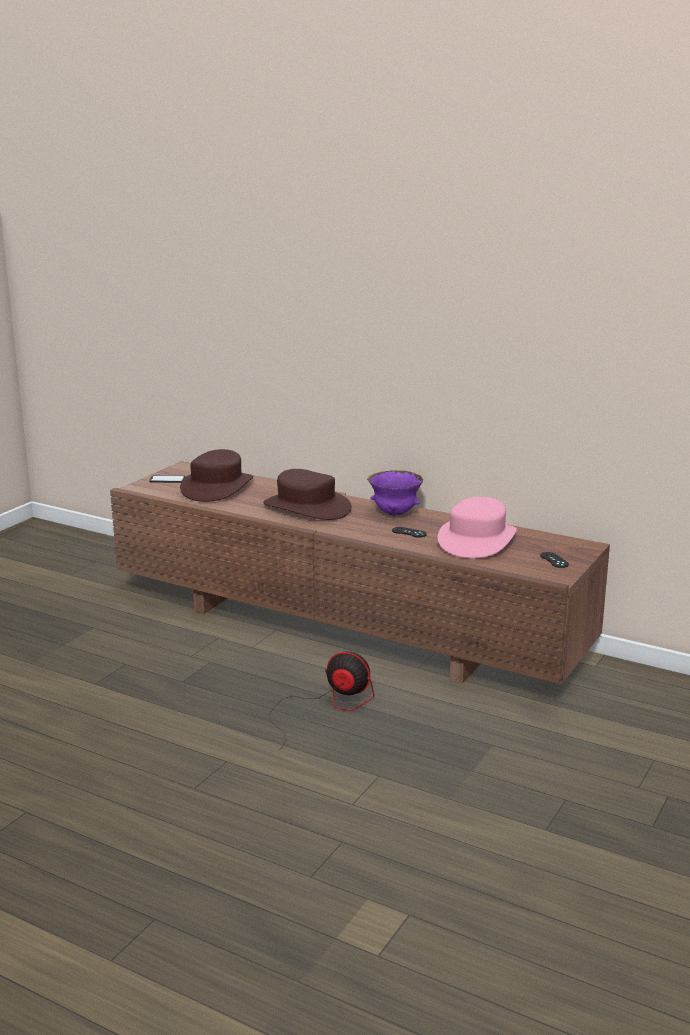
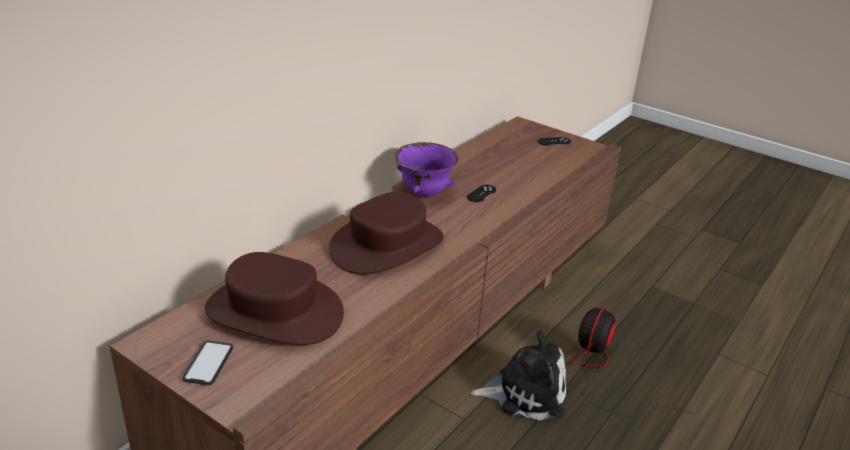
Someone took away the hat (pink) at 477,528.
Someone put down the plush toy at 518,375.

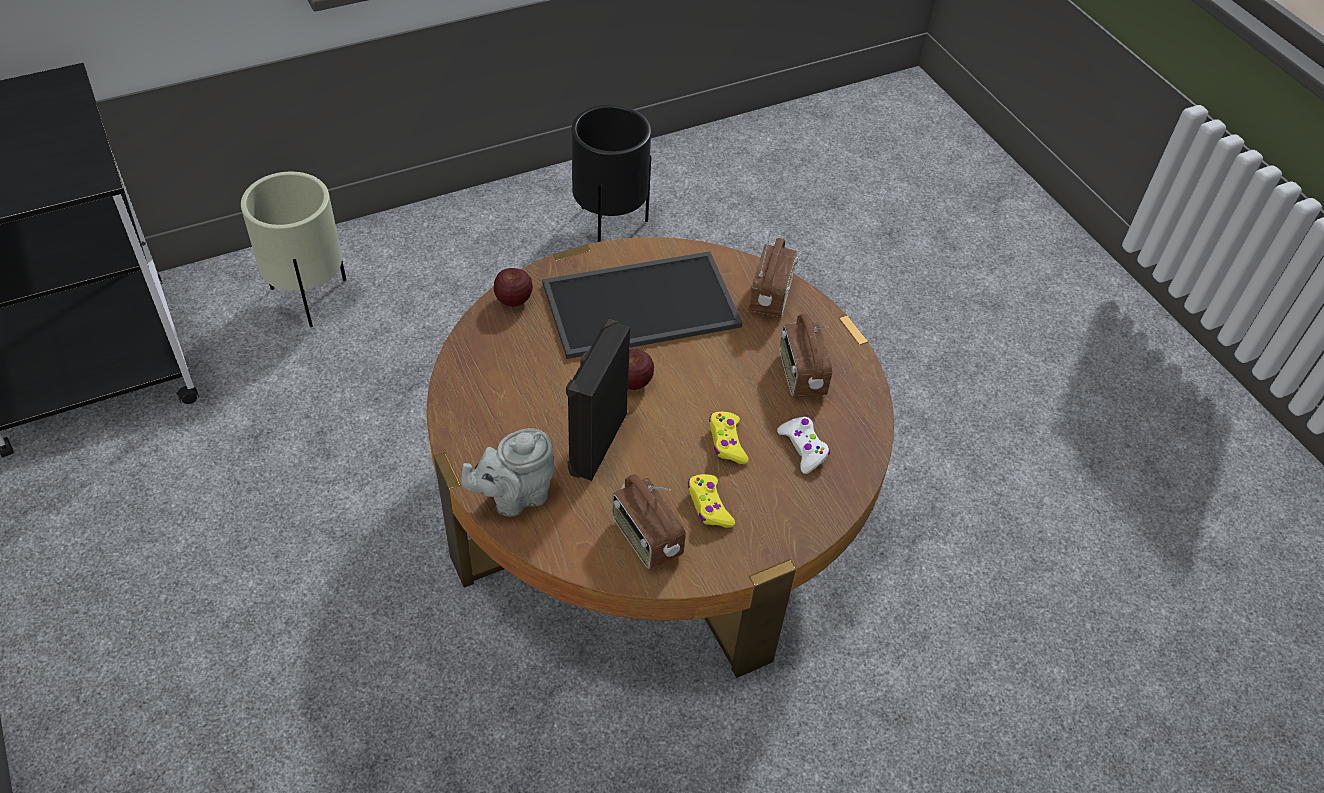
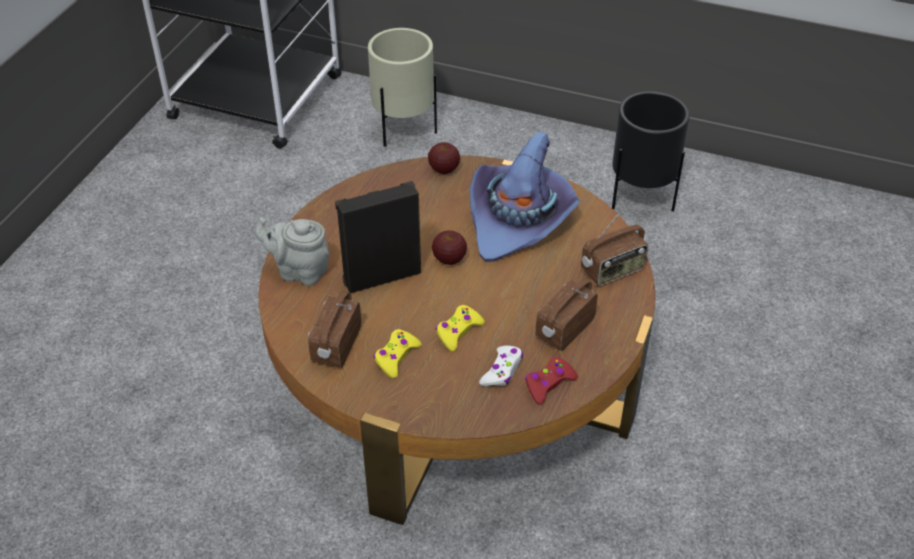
Someone put down the game controller (red) at 551,381.
Someone swapped the tray at 642,305 for the hat (purple) at 525,196.

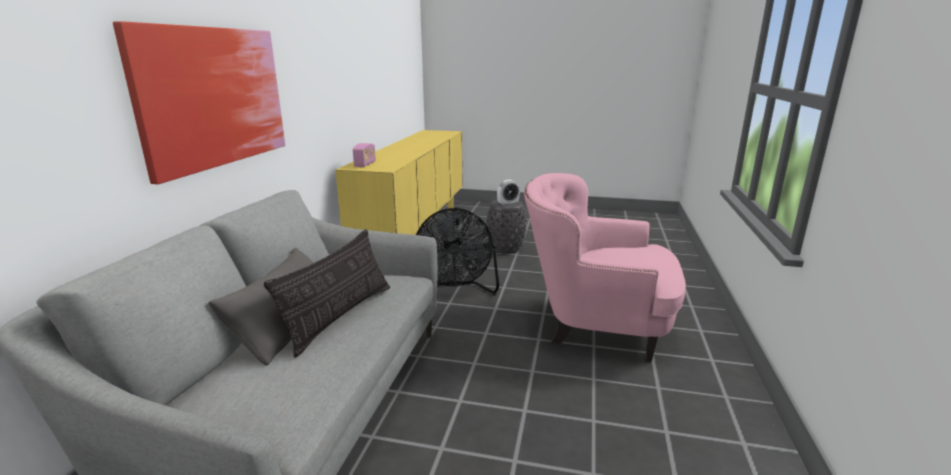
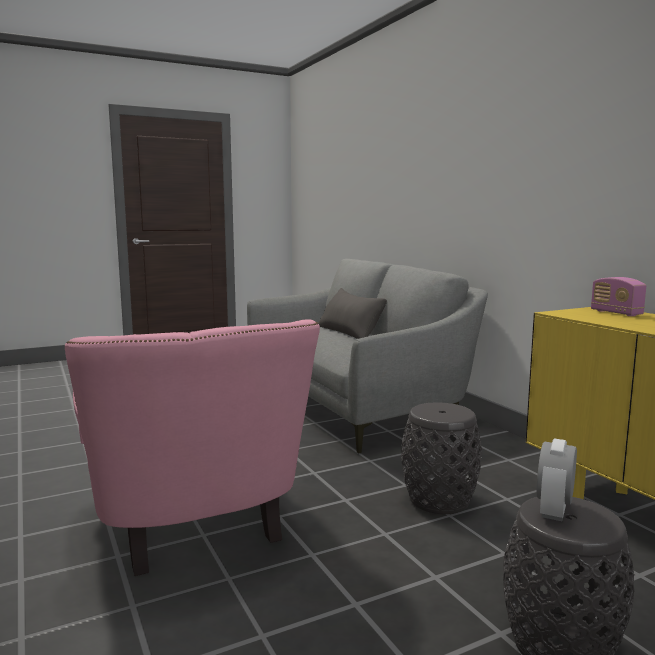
Someone took away the picture at 199,102.
Someone took away the pillow at 327,293.
Someone swapped the fan (black) at 457,252 for the stool (grey) at 441,458.
Someone rotated the armchair (pink) at 605,267 by 90 degrees clockwise.

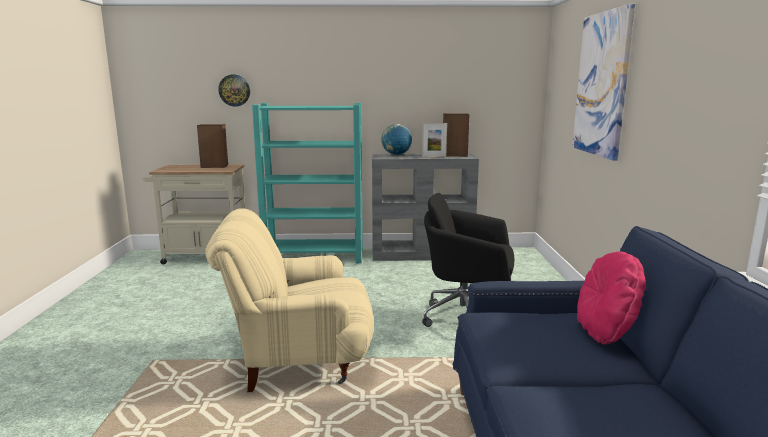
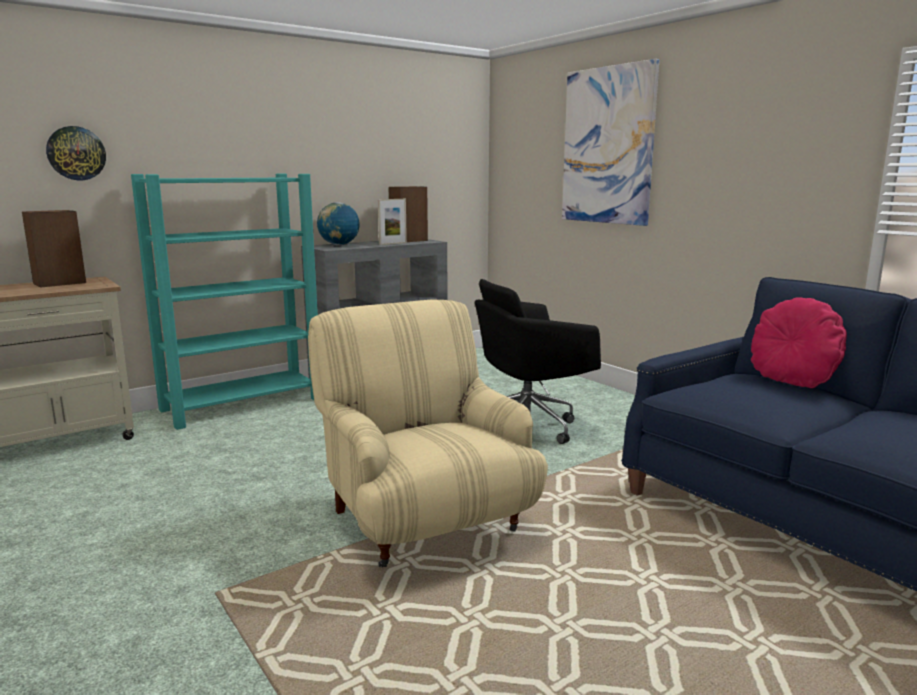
Someone rotated the armchair (beige) at 289,300 by 105 degrees clockwise.

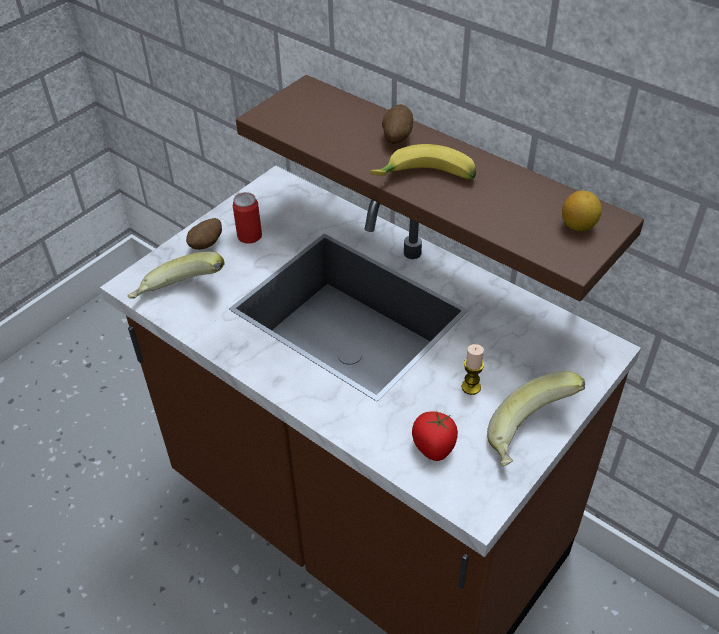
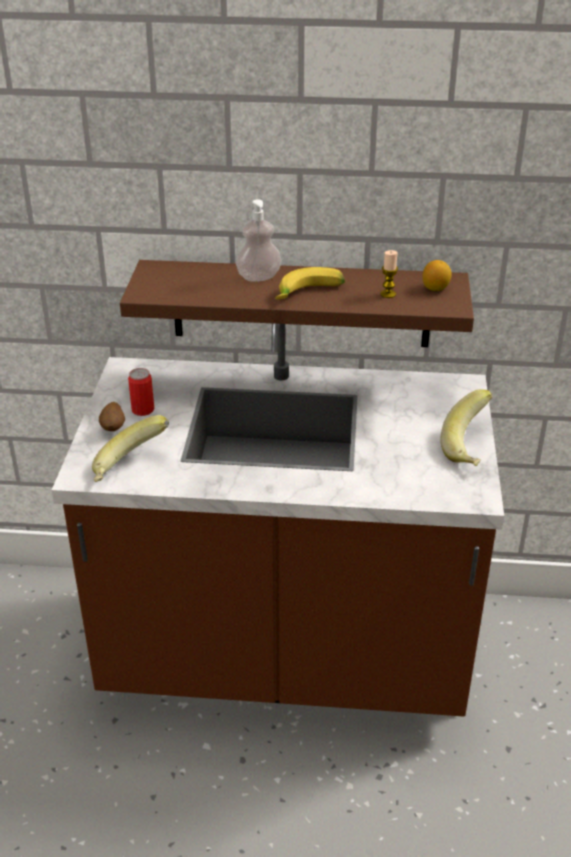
Someone took away the tomato at 435,436.
Someone carried the candle from 473,369 to 389,274.
Someone swapped the potato at 397,124 for the soap dispenser at 259,240.

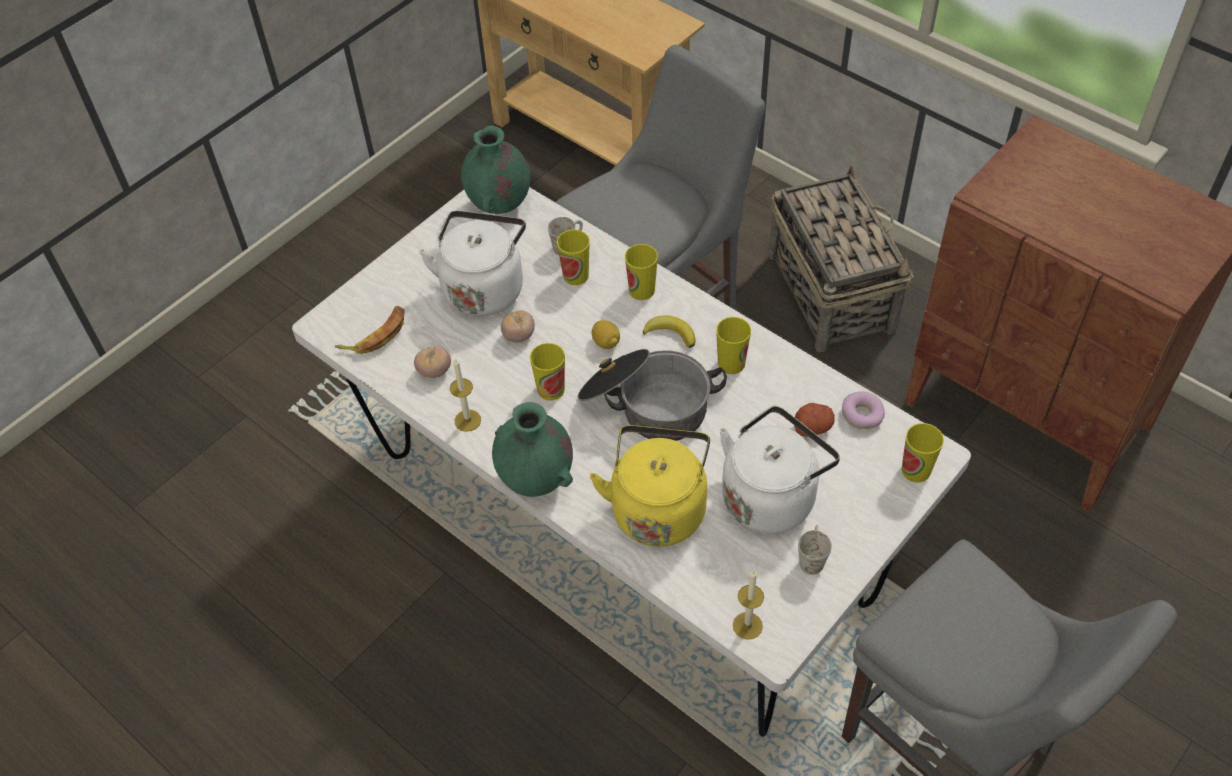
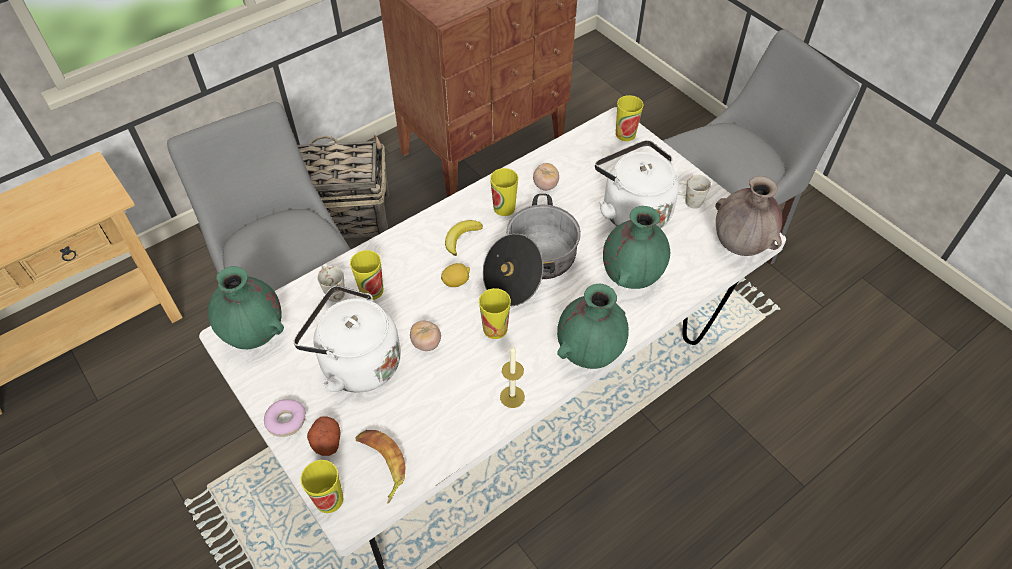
Someone carried the tomato from 432,362 to 546,177.
Someone carried the cup from 641,272 to 322,486.
Someone carried the potato from 814,420 to 323,436.
Someone carried the donut from 863,410 to 285,418.
Someone swapped the kettle (yellow) at 650,486 for the vase (green) at 636,247.
Someone swapped the candle at 748,605 for the vase (brown) at 748,216.

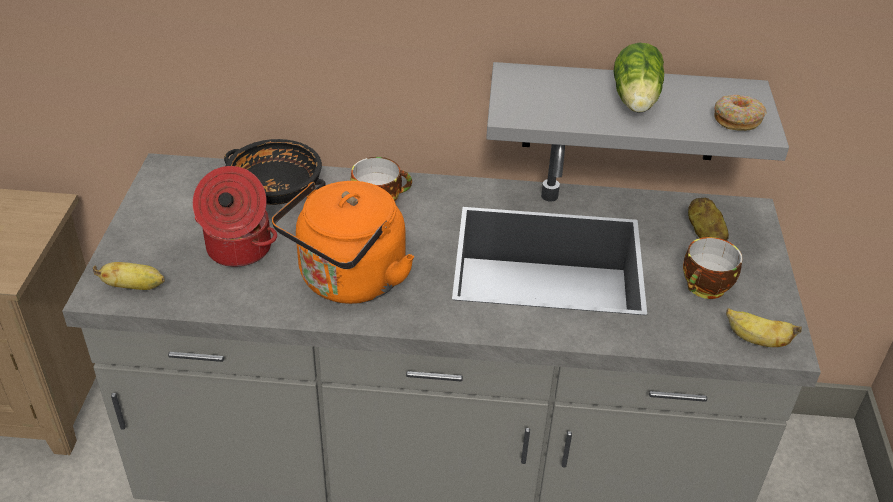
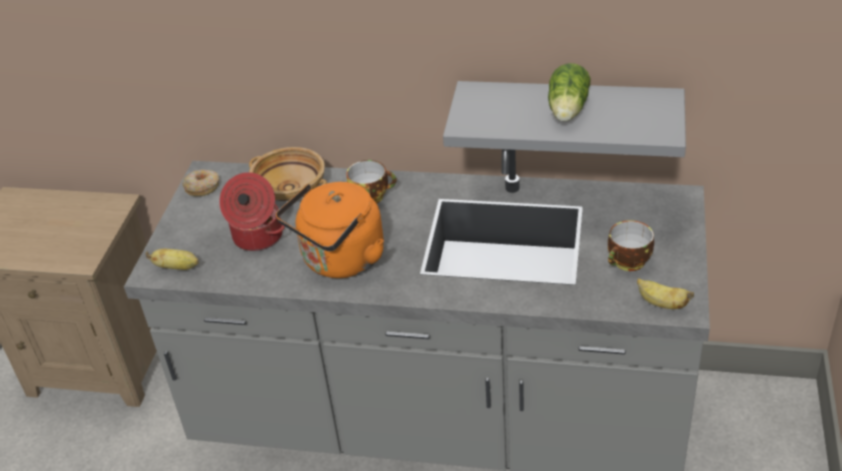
Someone took away the potato at 708,219.
Someone carried the donut from 741,113 to 201,183.
Someone repainted the bowl (black) at 275,172, which became the bowl (beige) at 288,174.

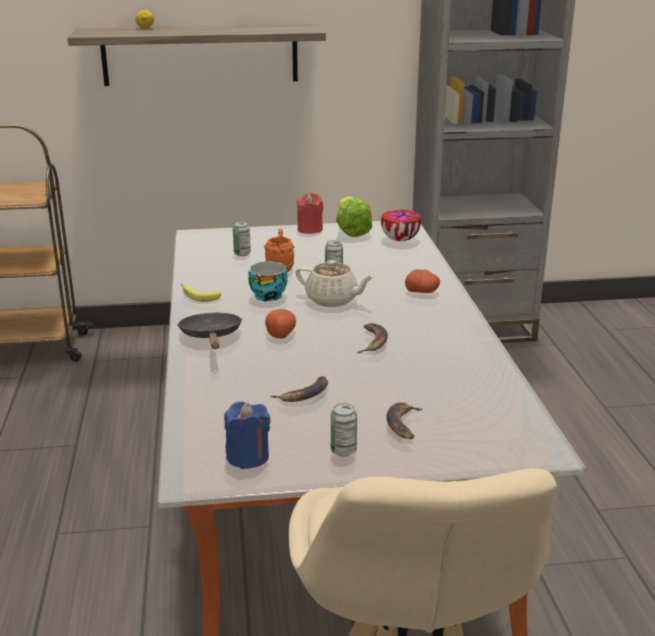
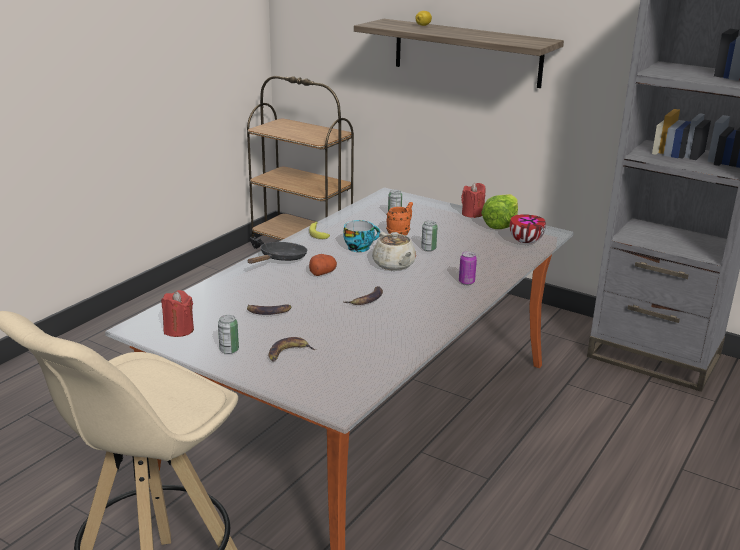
Someone swapped the potato at 422,281 for the can at 468,268.
Someone repainted the candle (blue) at 247,435, which became the candle (red) at 177,313.

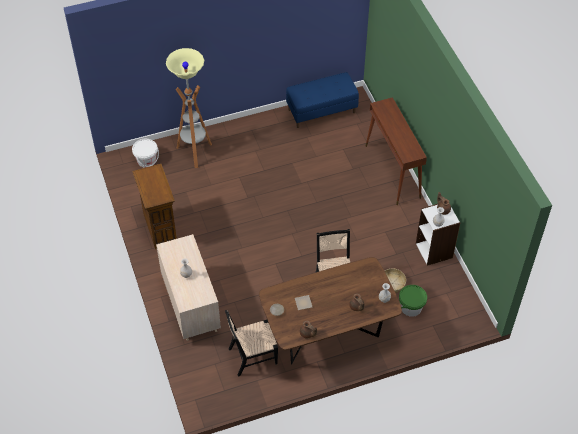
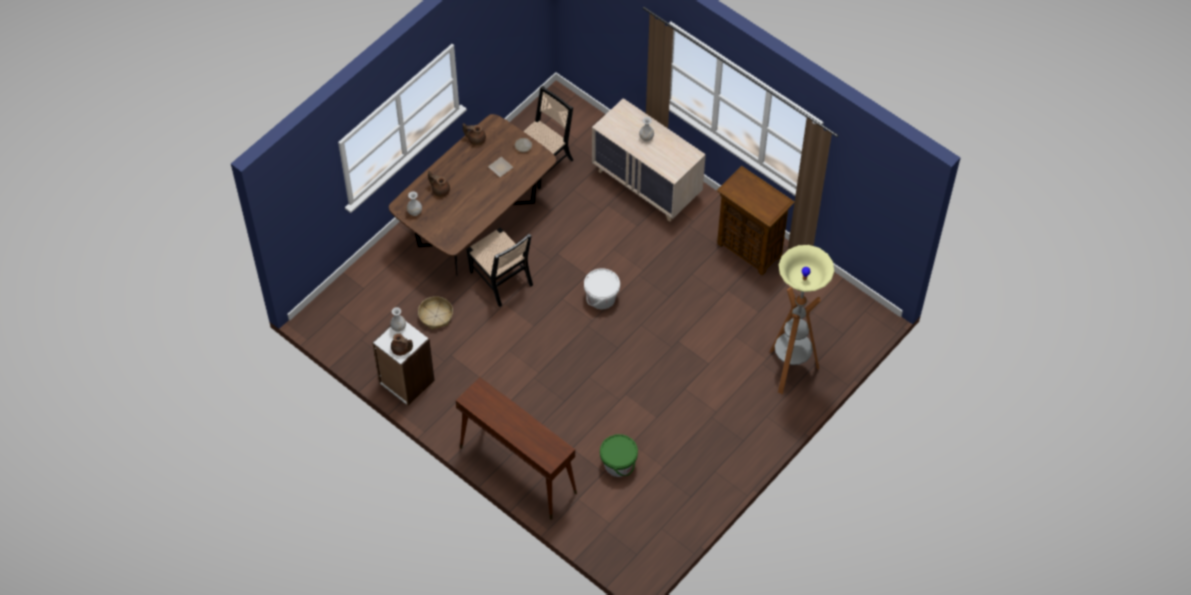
Someone took away the bench (blue) at 322,100.
Someone carried the bucket (white) from 145,153 to 602,288.
Someone carried the bucket (green) from 413,301 to 619,455.

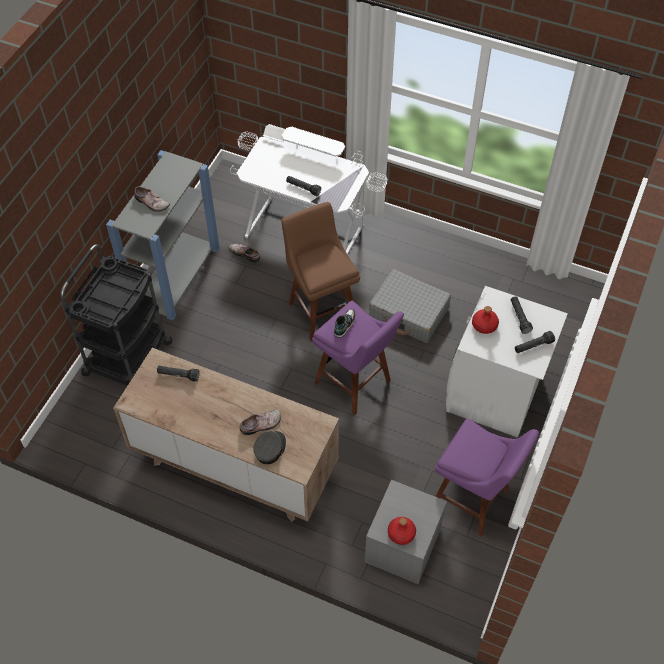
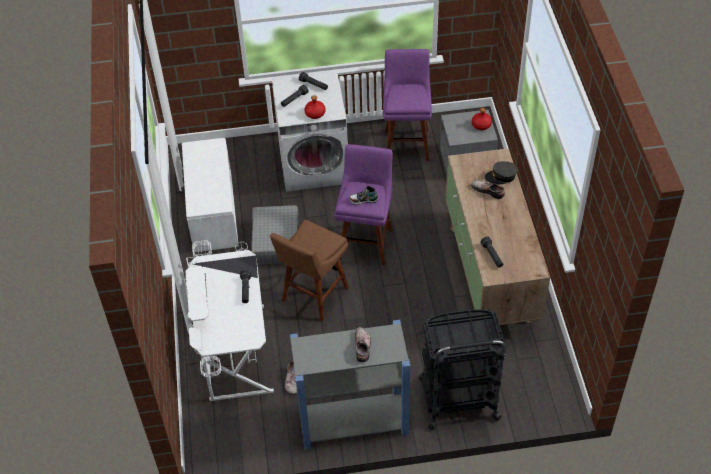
Someone put down the bench (white) at 210,195.

